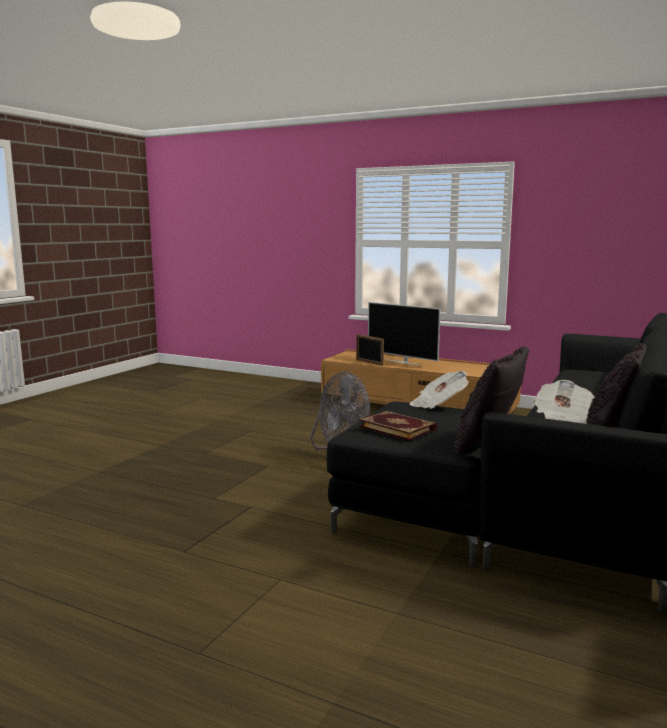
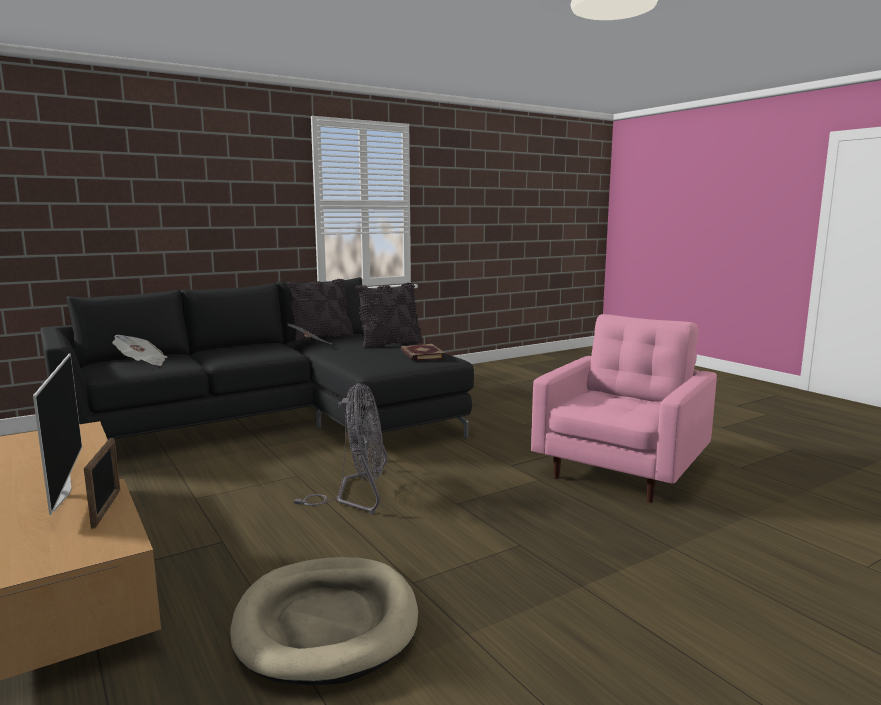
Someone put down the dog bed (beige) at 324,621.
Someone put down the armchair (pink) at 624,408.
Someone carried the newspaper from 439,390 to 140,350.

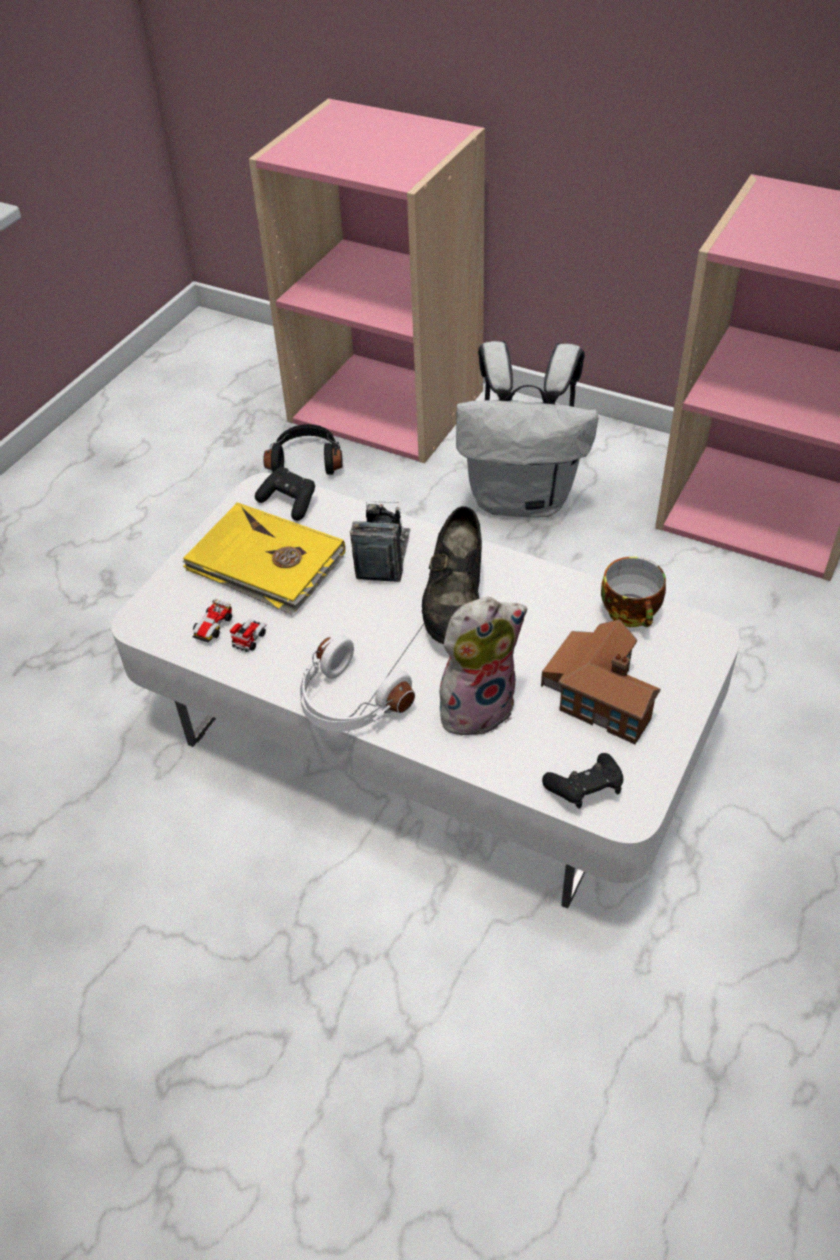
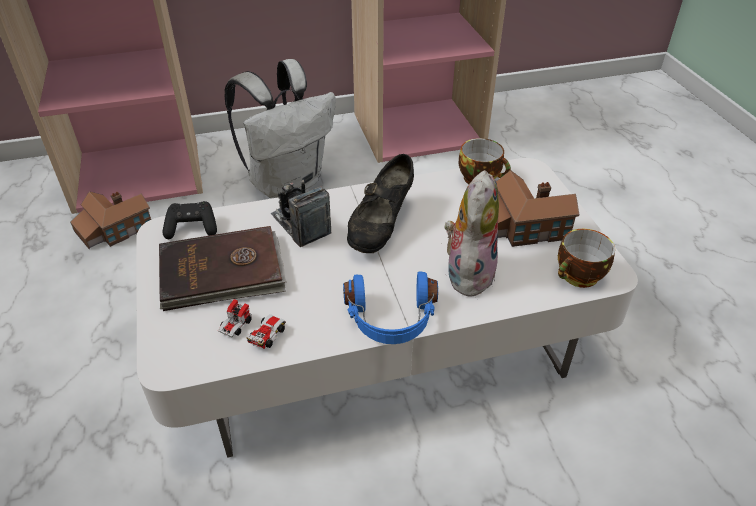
Someone swapped the headphones (black) at 303,449 for the toy house at 110,220.
Someone swapped the game controller (black) at 582,781 for the cup at 586,258.
Someone repainted the book (yellow) at 263,558, which became the book (brown) at 222,268.
Someone repainted the headphones (white) at 357,683, which became the headphones (blue) at 390,307.
Someone rotated the toy car at 230,625 by 135 degrees counterclockwise.
Someone rotated the shoe (black) at 452,575 by 60 degrees clockwise.

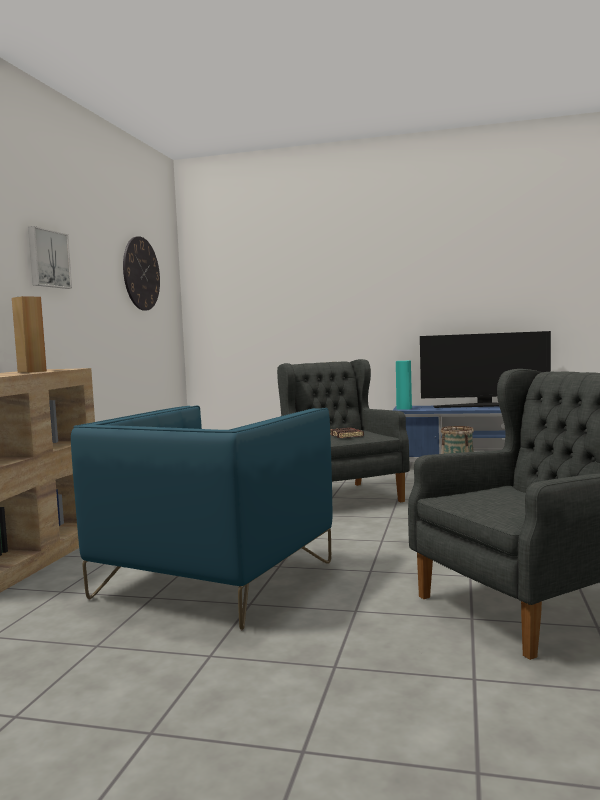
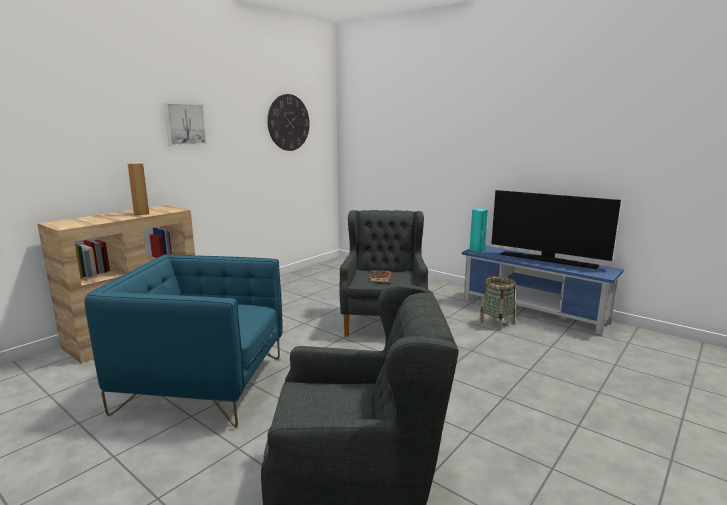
Someone rotated the armchair (blue) at 201,518 by 45 degrees clockwise.

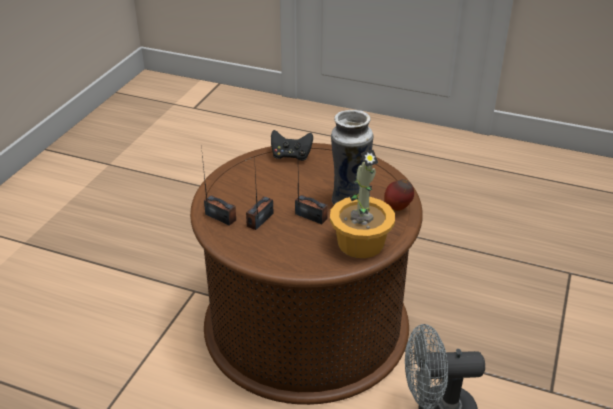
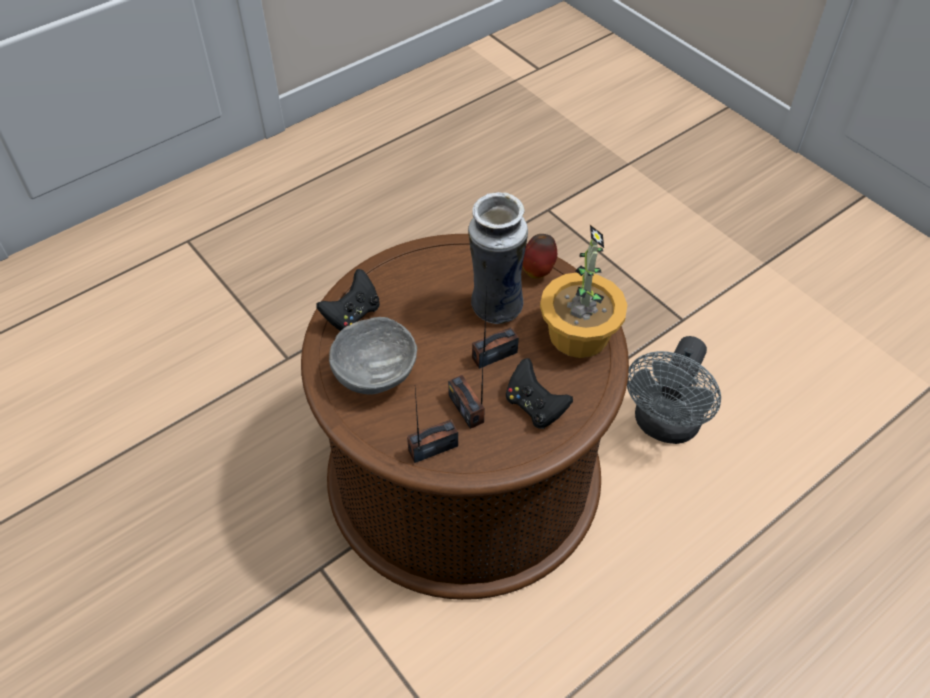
Someone put down the bowl (grey) at 373,356.
Someone put down the game controller (black) at 539,393.

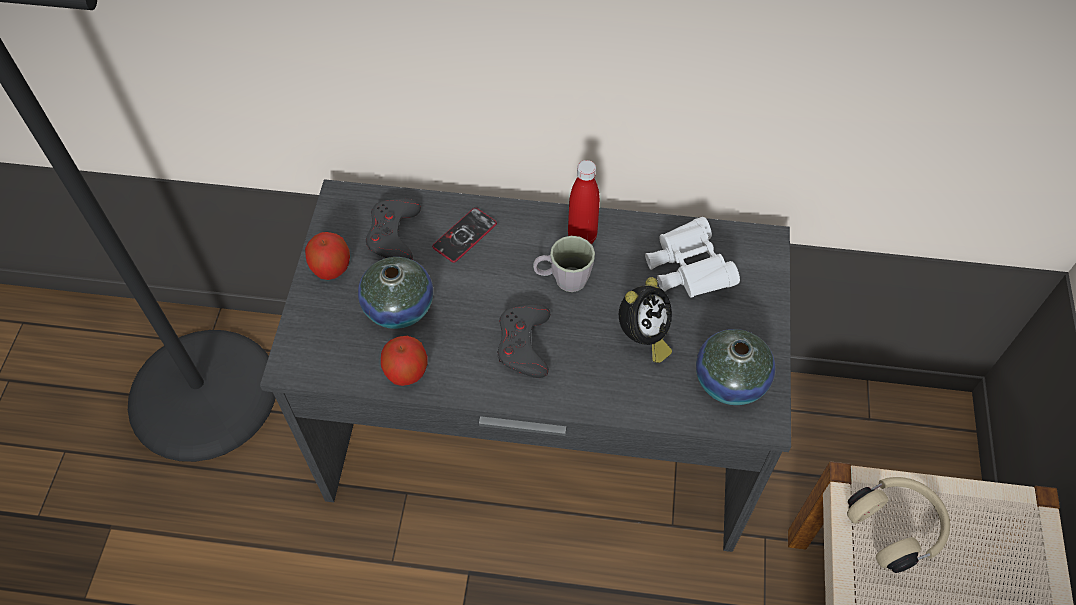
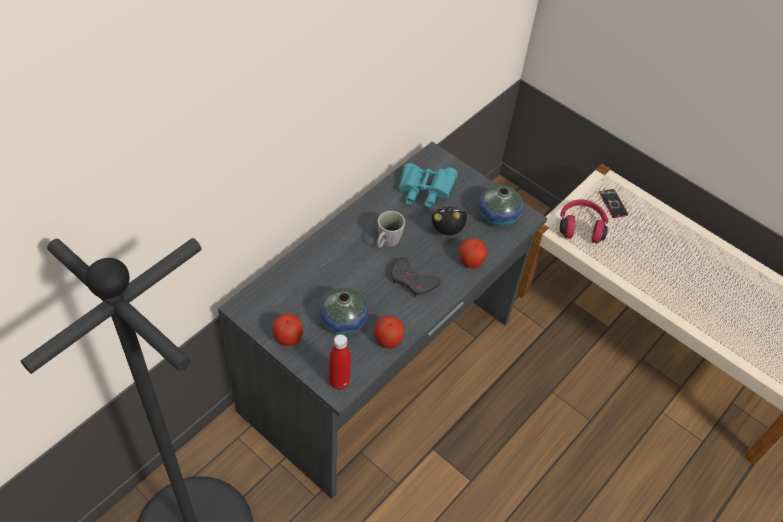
Someone took away the game controller (grey) at 393,229.
Someone put down the apple at 473,253.
Someone carried the phone from 464,235 to 613,203.
Someone carried the bottle (red) from 584,202 to 340,362.
Someone repainted the binoculars (white) at 692,257, which became the binoculars (turquoise) at 428,185.
Someone repainted the headphones (beige) at 898,525, which became the headphones (red) at 584,221.
Someone rotated the alarm clock at 645,320 by 75 degrees counterclockwise.

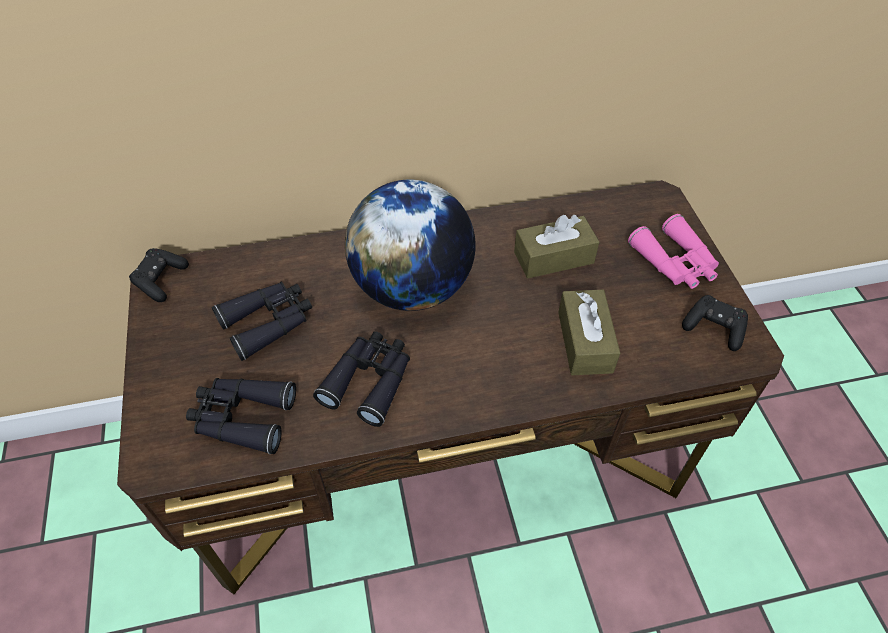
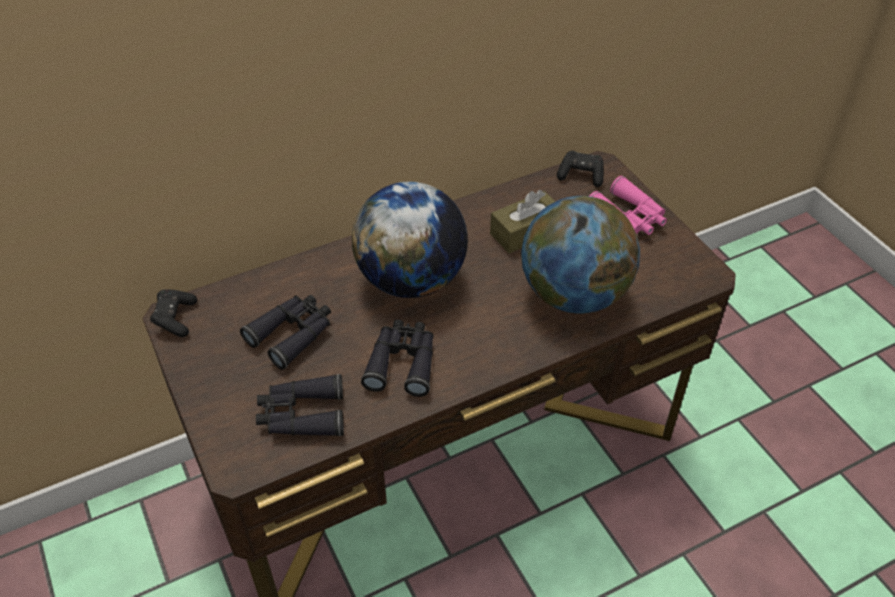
Someone carried the game controller (black) from 715,323 to 580,169.
Someone swapped the tissue box (brown) at 589,332 for the globe at 580,255.

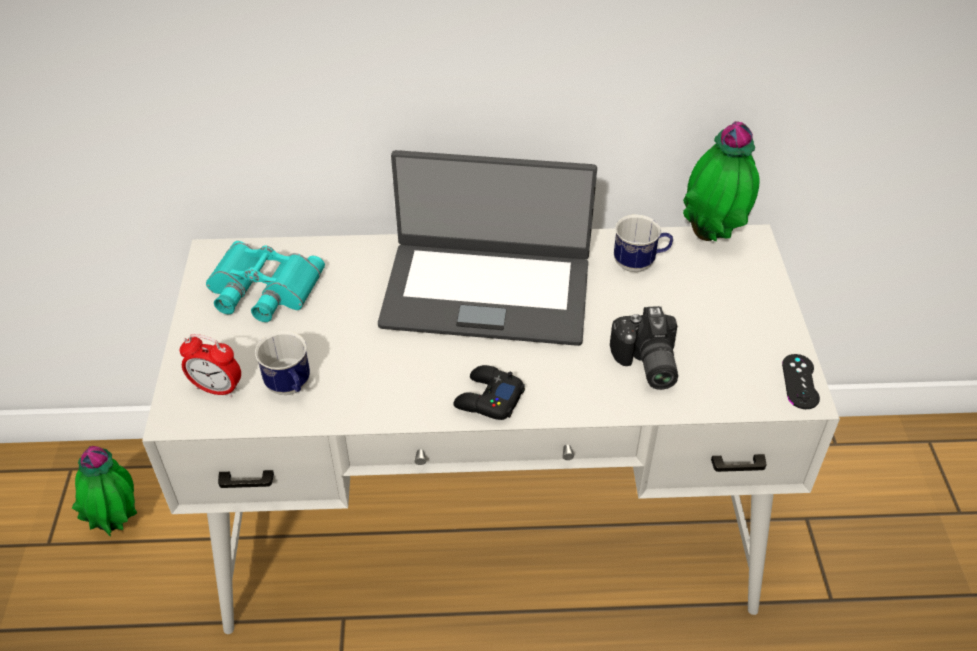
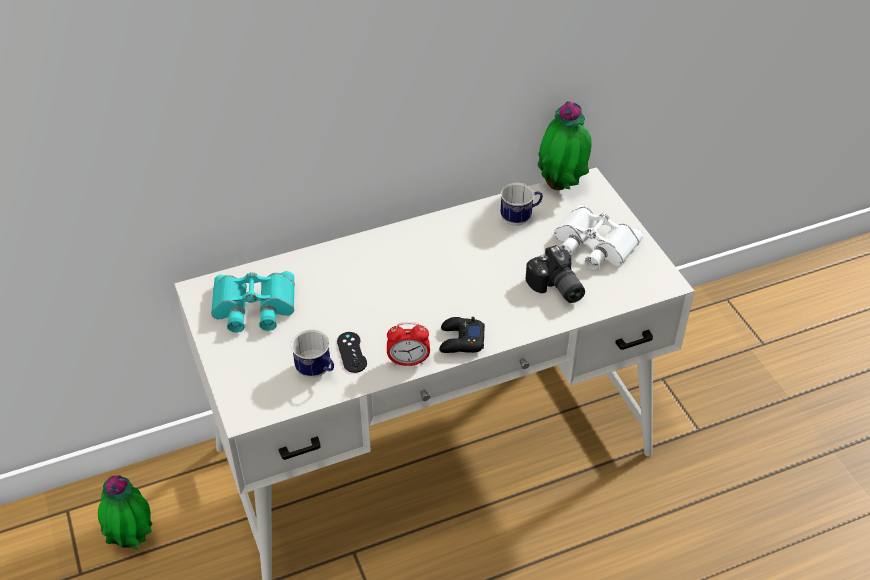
Someone took away the laptop at 487,248.
Someone put down the binoculars (white) at 598,237.
Someone carried the alarm clock from 210,365 to 408,344.
Someone carried the game controller (black) from 801,381 to 352,352.

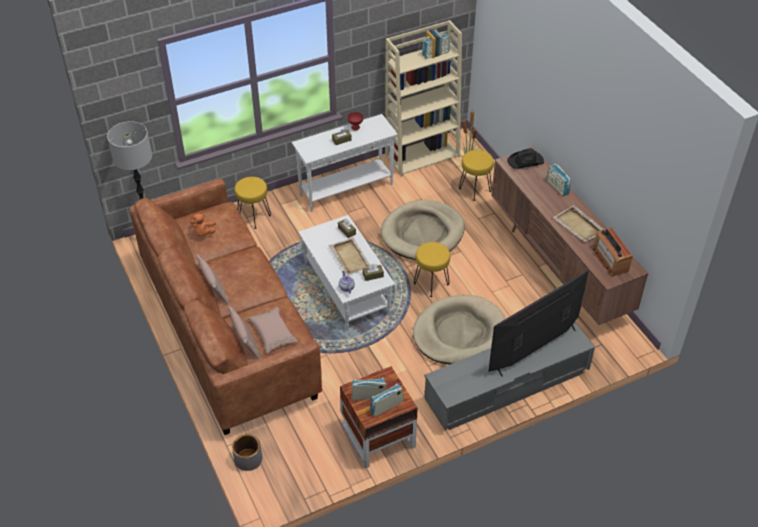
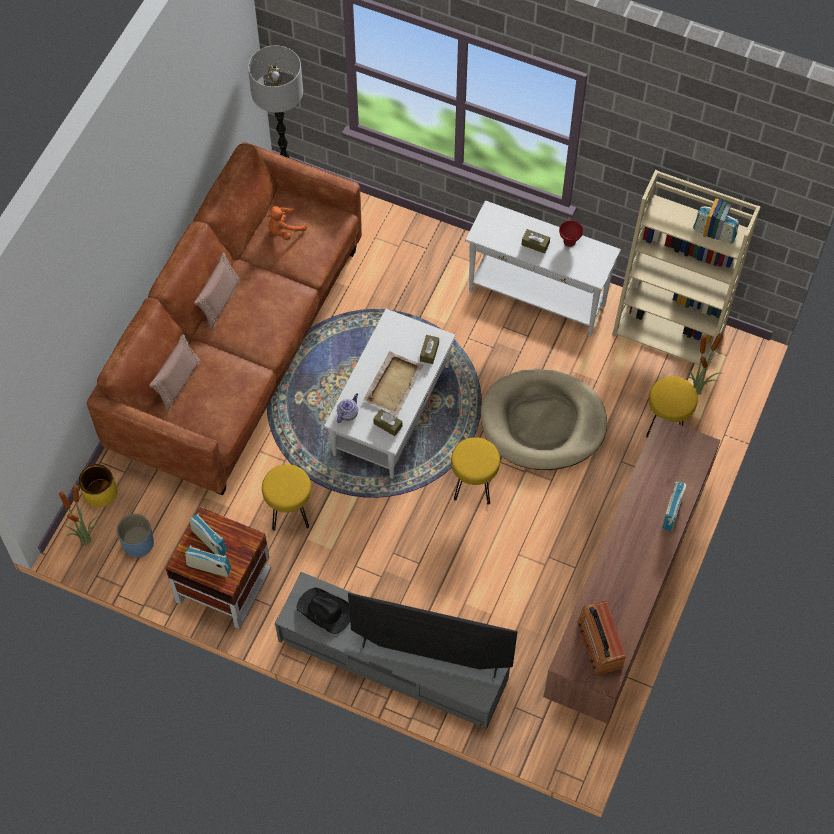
Someone took away the pillow (beige) at 273,330.
Someone took away the dog bed (beige) at 459,330.
Someone took away the tray (beige) at 578,223.
Someone put down the potted plant at 79,515.
Someone put down the planter (blue) at 135,536.
Someone carried the stool (yellow) from 252,203 to 286,497.
Someone carried the hat (black) from 525,158 to 323,611.
Someone repainted the planter (grey) at 247,452, which became the planter (yellow) at 98,486.
Someone rotated the radio at 612,251 by 45 degrees counterclockwise.

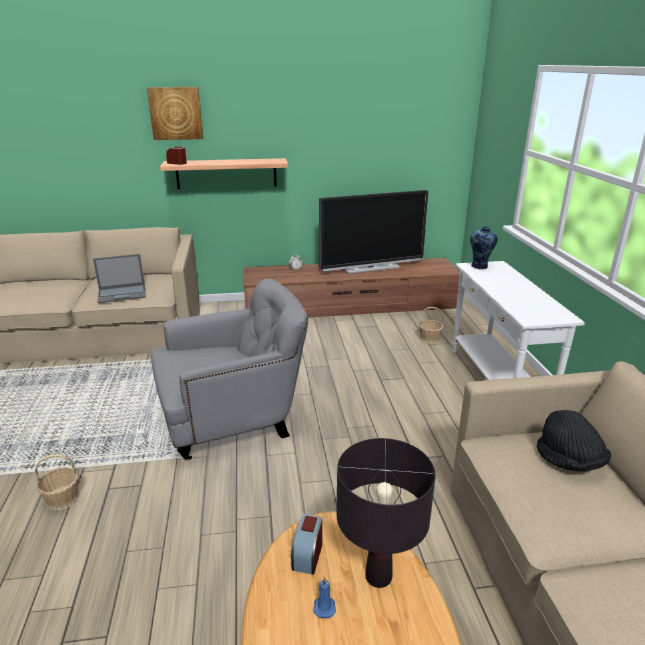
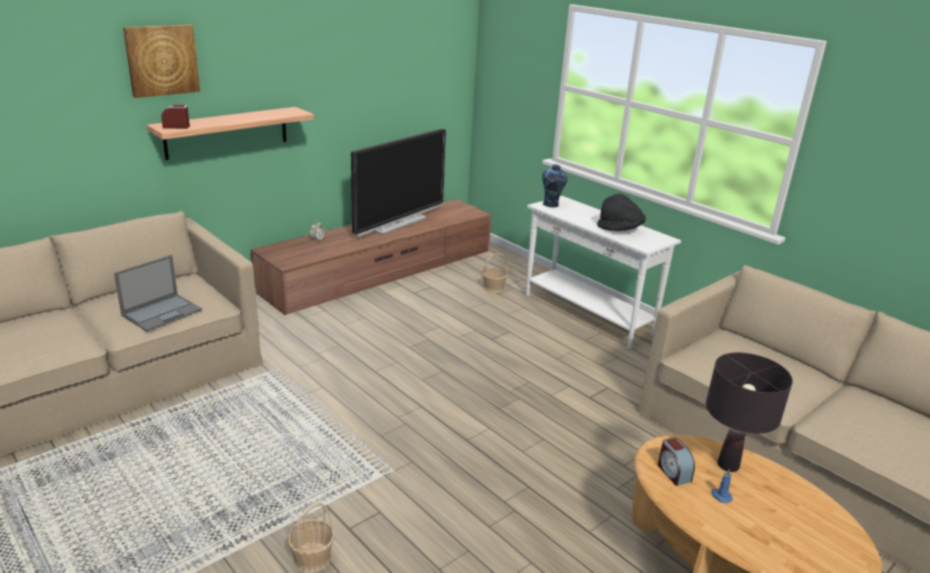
Someone took away the armchair (grey) at 229,369.
Someone carried the hat (black) from 574,441 to 621,212.

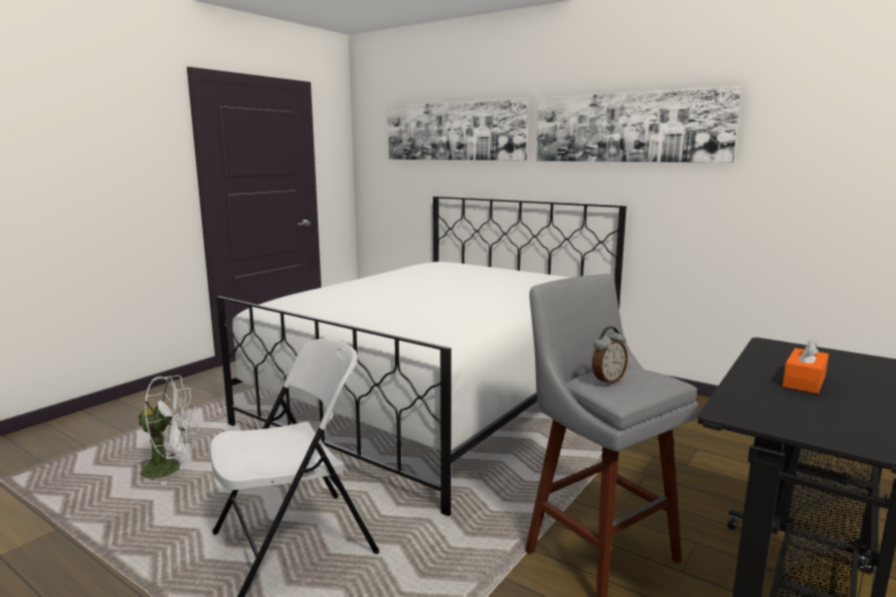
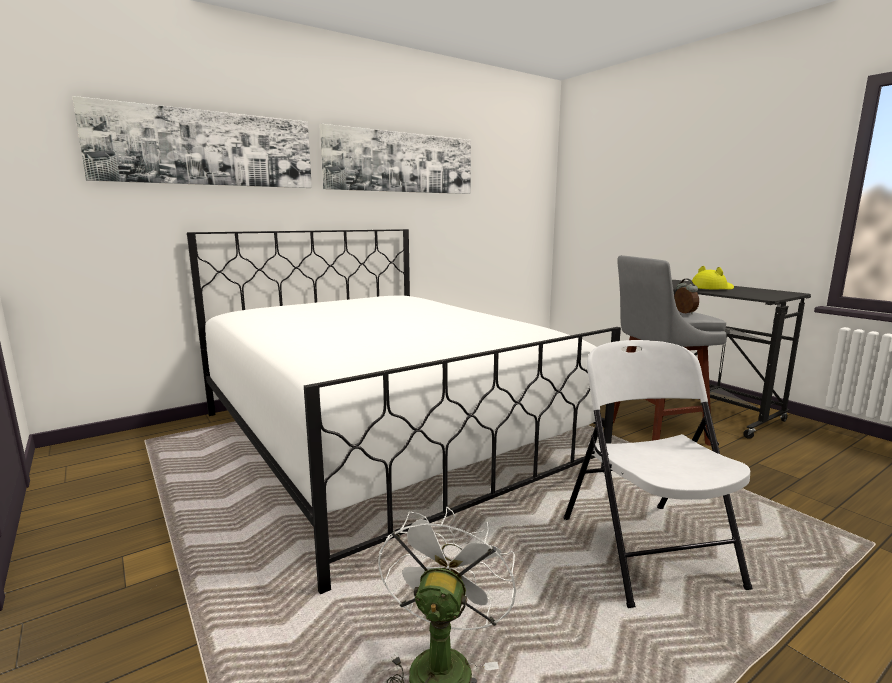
Someone swapped the tissue box (orange) at 805,364 for the hat (yellow) at 713,278.

